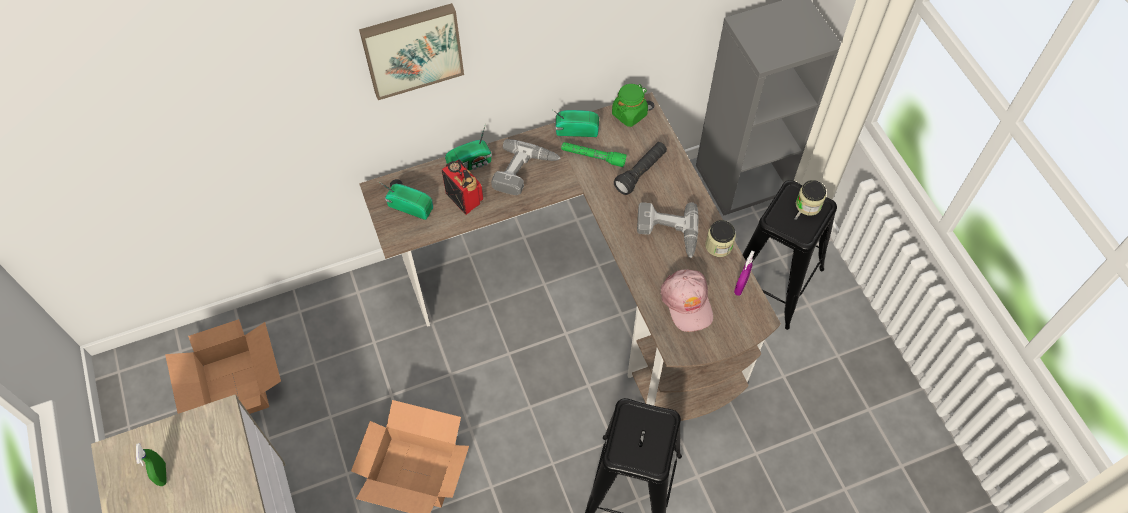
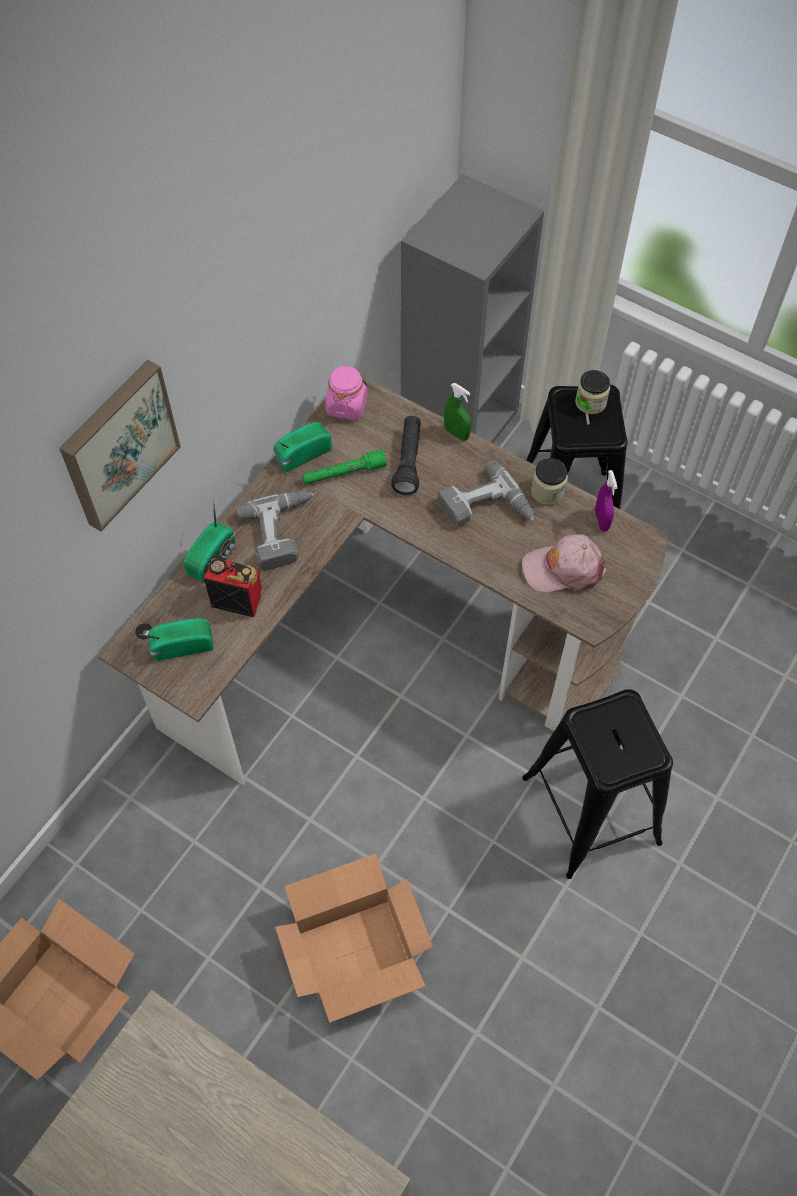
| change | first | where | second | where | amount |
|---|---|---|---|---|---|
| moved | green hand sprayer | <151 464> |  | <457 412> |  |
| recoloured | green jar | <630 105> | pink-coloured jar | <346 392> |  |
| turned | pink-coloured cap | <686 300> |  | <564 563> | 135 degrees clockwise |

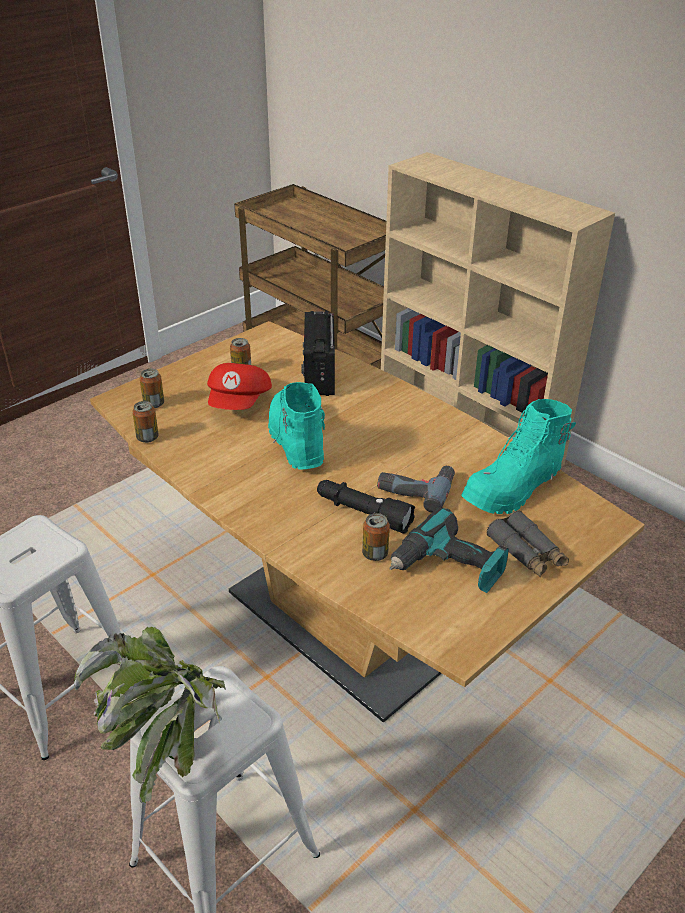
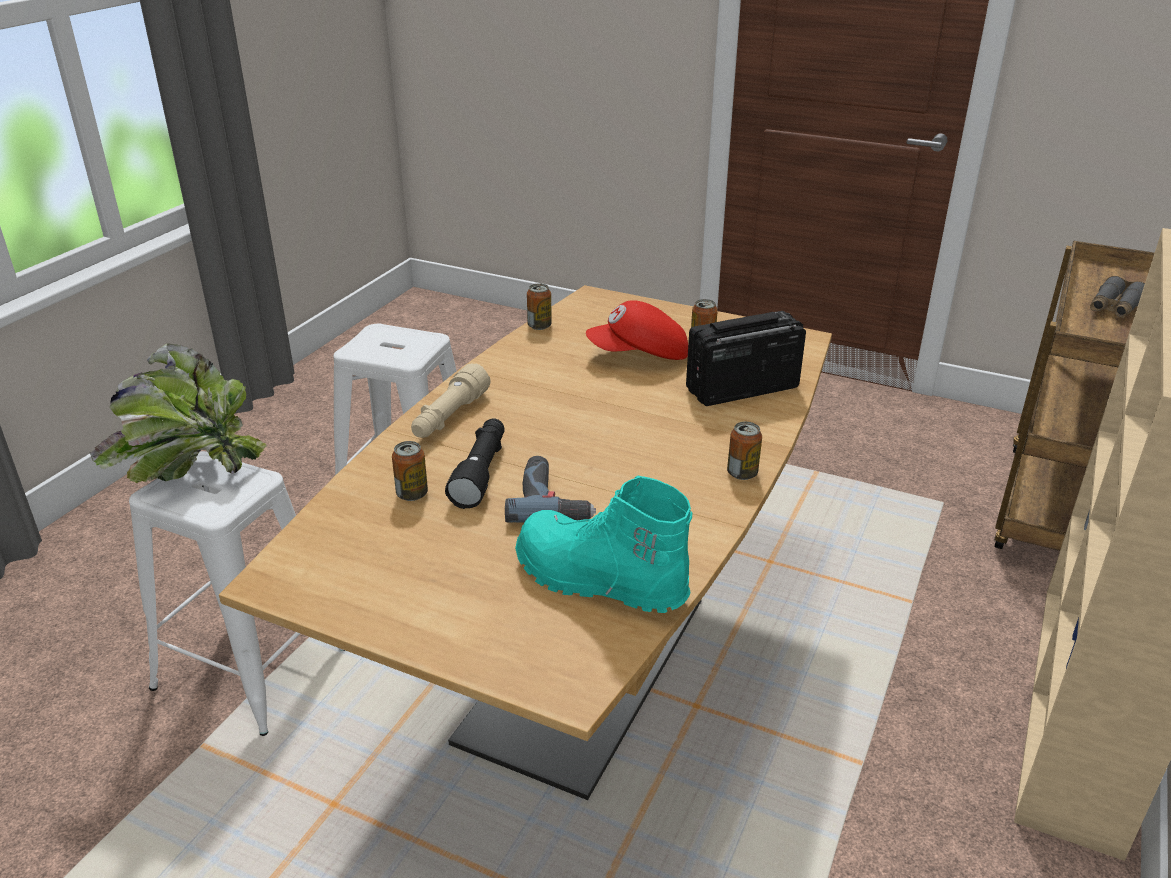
| change | first | where | second | where | amount |
|---|---|---|---|---|---|
| removed | turquoise-coloured tall boot | <296 425> |  |  |  |
| removed | power drill | <449 550> |  |  |  |
| added |  |  | sand-coloured torch | <451 401> |  |
| moved | can | <152 388> |  | <744 451> |  |
| moved | gray field glasses | <528 544> |  | <1117 297> |  |

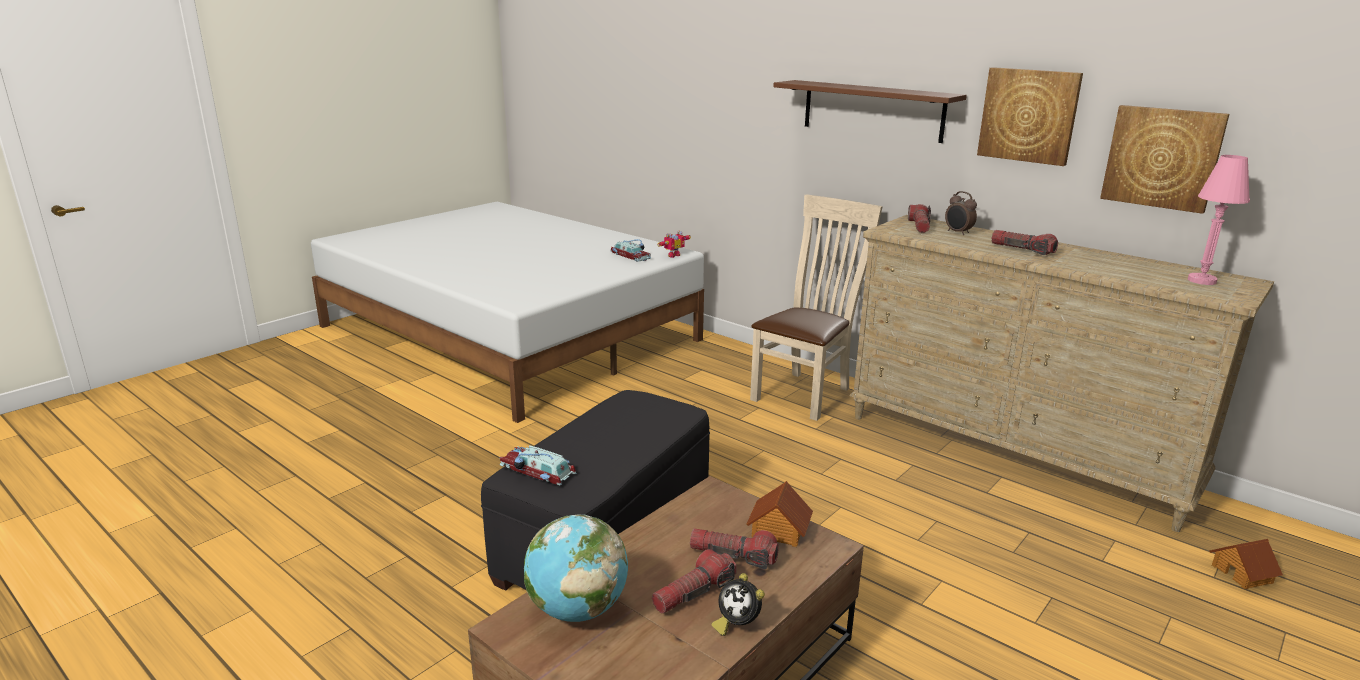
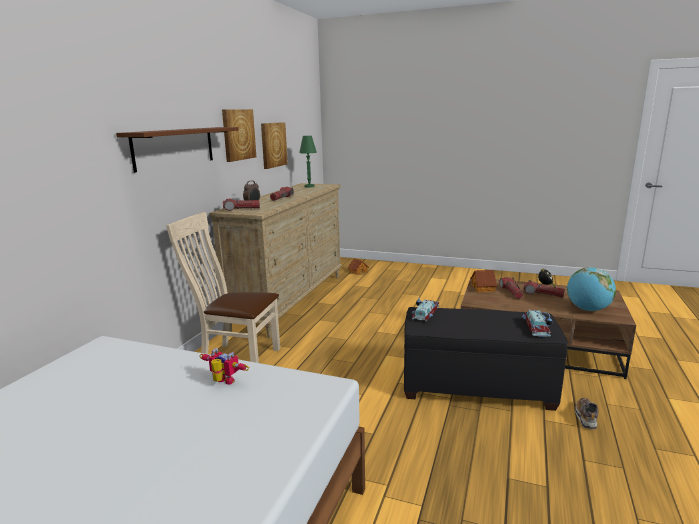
| change | first | where | second | where | amount |
|---|---|---|---|---|---|
| added |  |  | item of footwear | <586 413> |  |
| moved | toy car | <631 250> |  | <425 309> |  |
| moved | toy robot | <674 244> |  | <224 366> |  |
| recoloured | pink-coloured lamp for a table | <1219 220> | green lamp for a table | <308 161> |  |

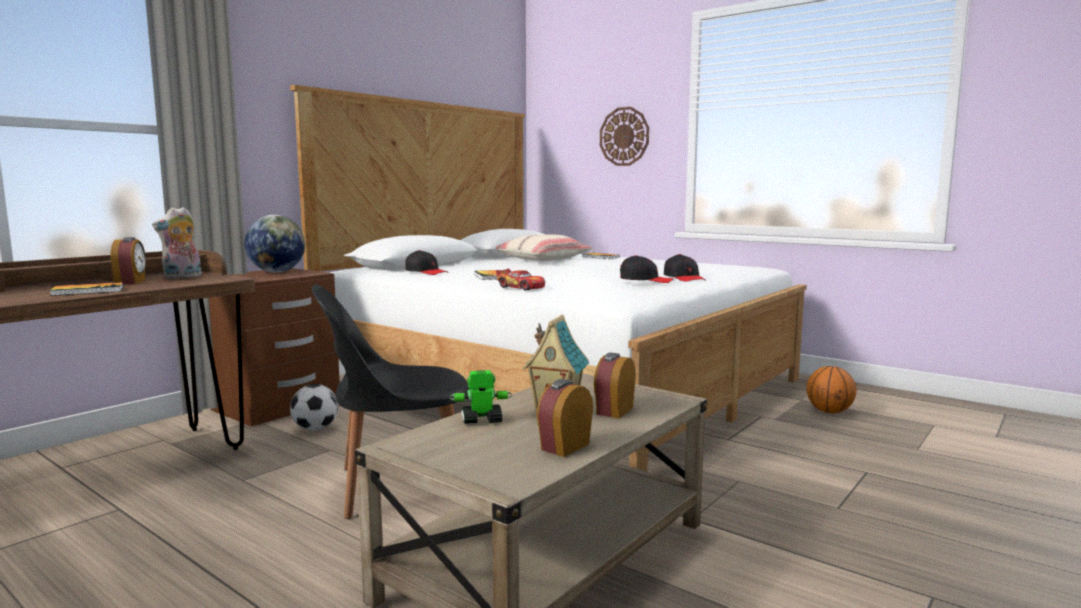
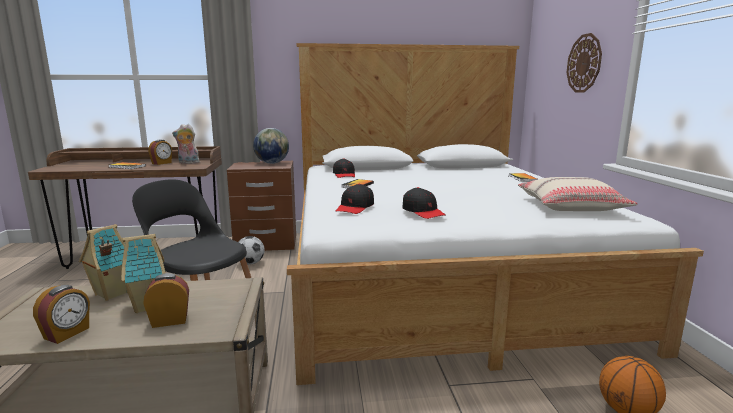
| change | first | where | second | where | amount |
|---|---|---|---|---|---|
| removed | toy car | <520 279> |  |  |  |
| moved | sand-coloured cushion | <544 247> |  | <578 194> |  |
| moved | black-coloured cap | <684 268> |  | <355 199> |  |
| replaced | toy robot | <480 397> | toy house | <103 262> |  |
| turned | alarm clock | <565 418> |  | <61 314> | 120 degrees clockwise |

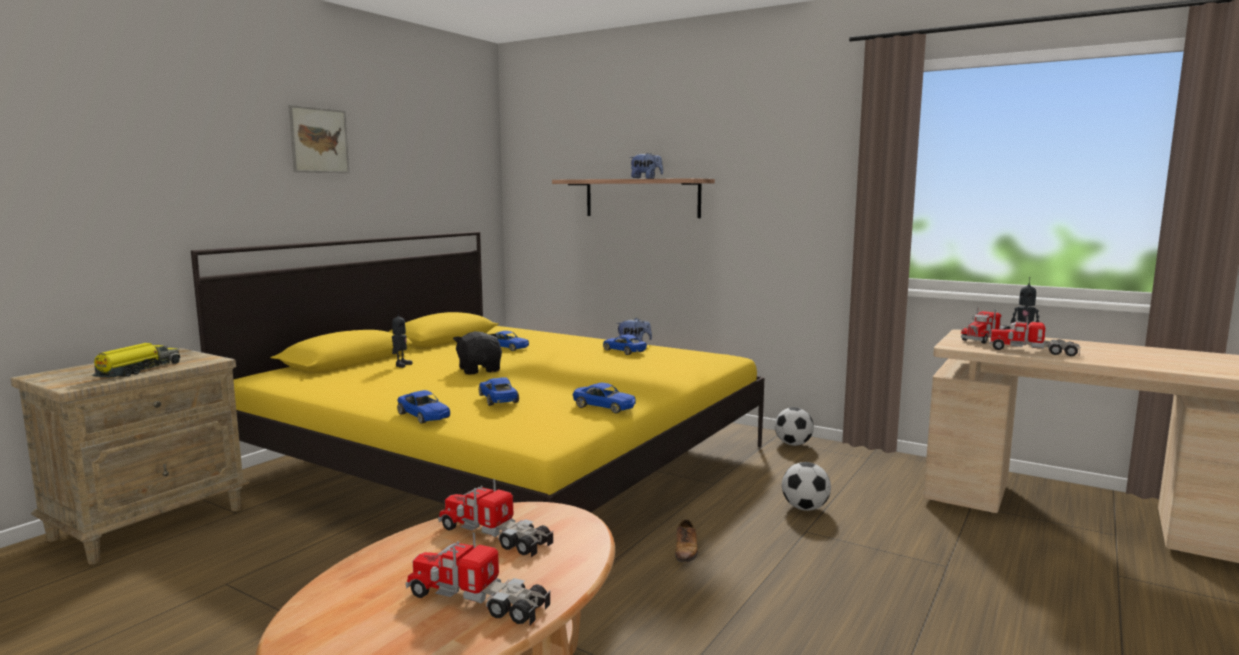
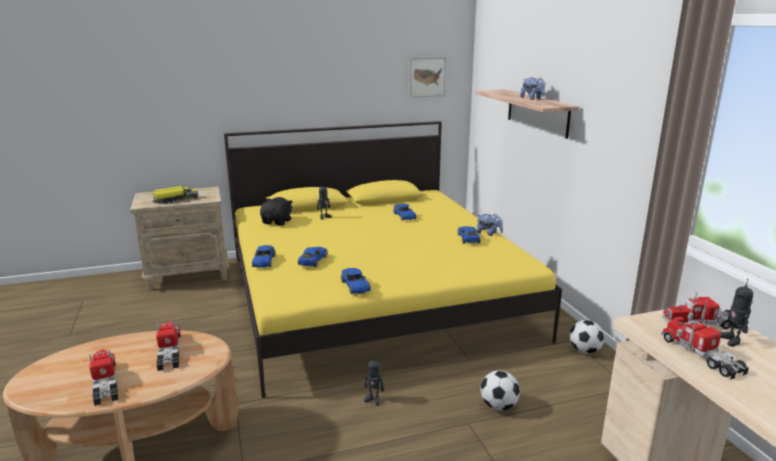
| change | first | where | second | where | amount |
|---|---|---|---|---|---|
| moved | wall art | <319 139> |  | <427 77> |  |
| moved | black-coloured cuddly toy | <477 353> |  | <276 211> |  |
| replaced | item of footwear | <686 541> | toy robot | <374 380> |  |

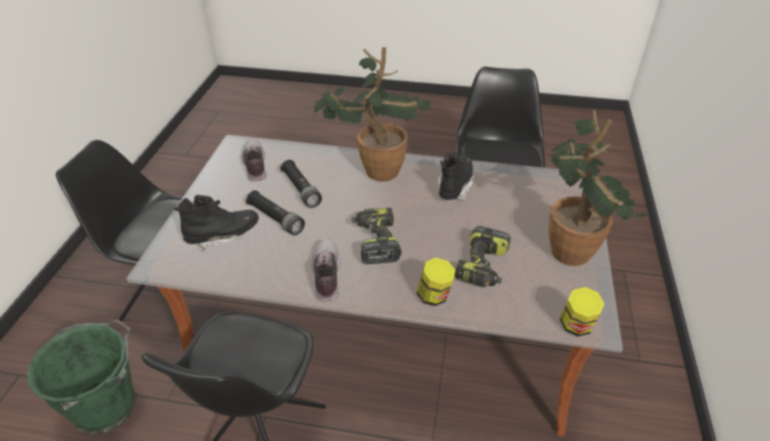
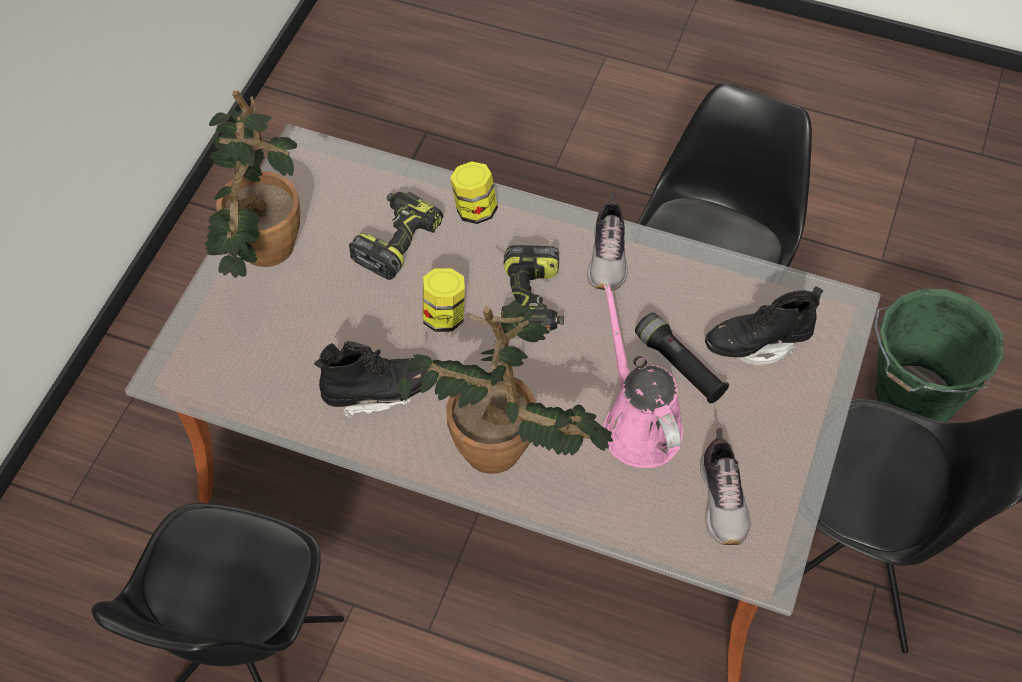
| change | first | where | second | where | amount |
|---|---|---|---|---|---|
| moved | jar | <582 311> |  | <444 300> |  |
| replaced | black-coloured torch | <301 184> | pink-coloured watering can | <643 375> |  |
| turned | black-coloured tall boot | <456 176> |  | <371 380> | 135 degrees counterclockwise |

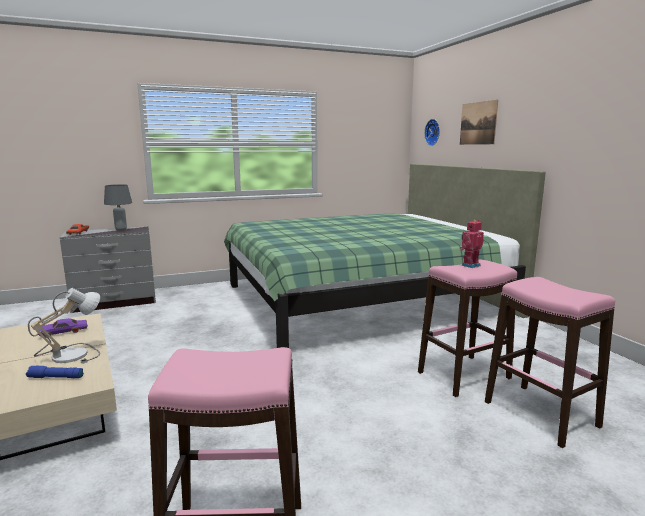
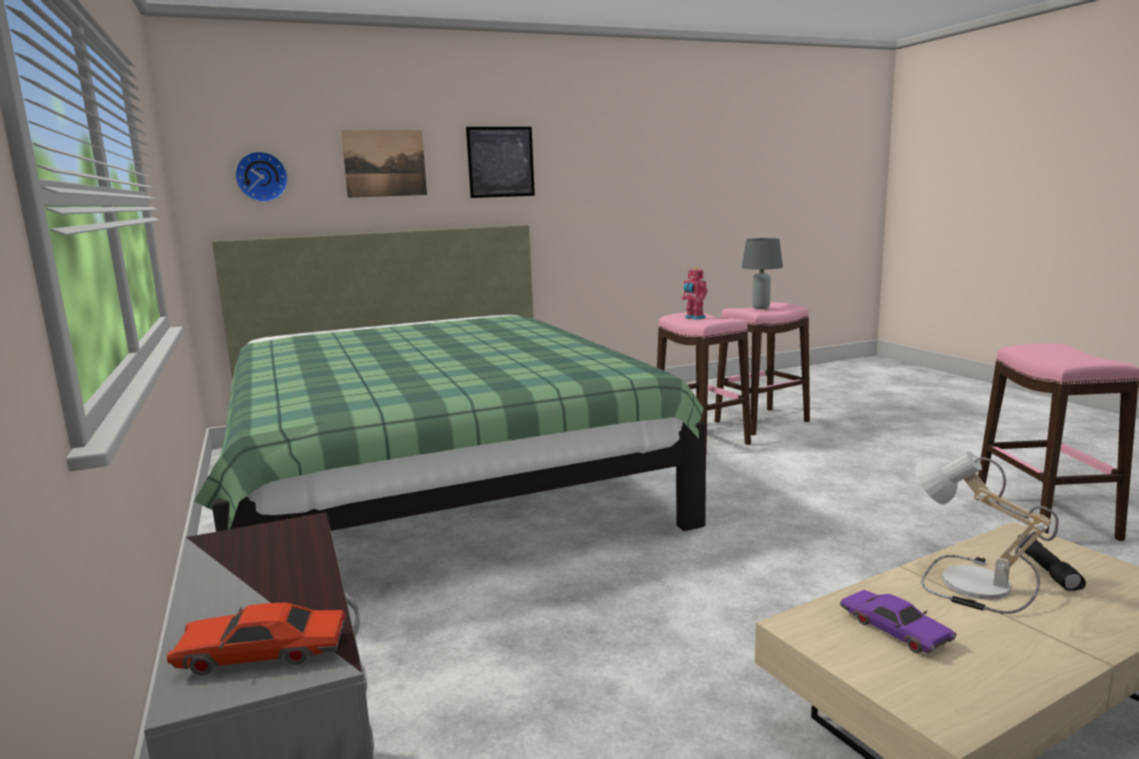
| change | first | where | second | where | amount |
|---|---|---|---|---|---|
| added |  |  | wall art | <500 162> |  |
| moved | gray lamp for a table | <118 207> |  | <762 273> |  |
| recoloured | bluish torch | <55 372> | black-coloured torch | <1051 562> |  |

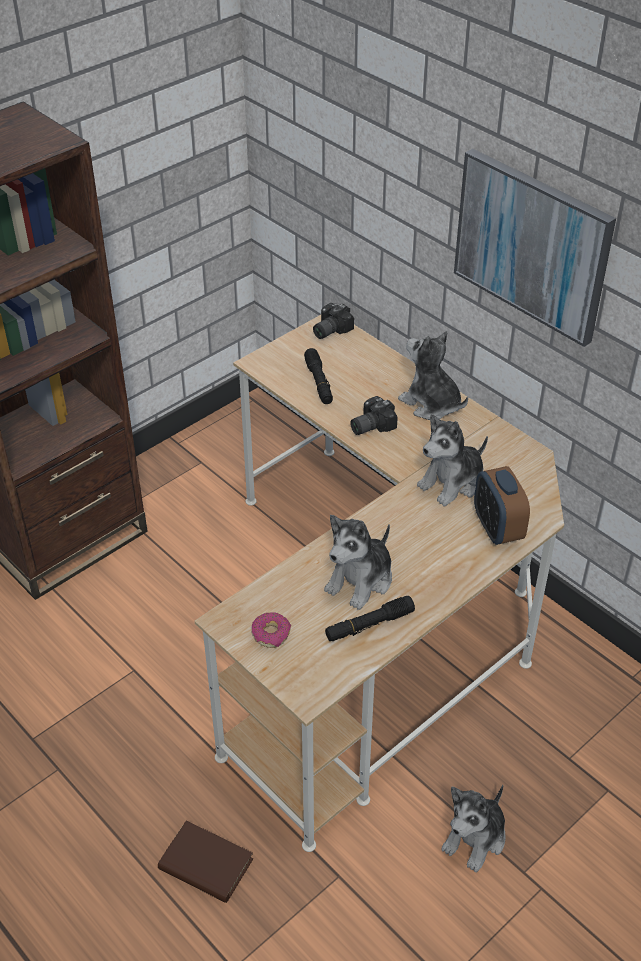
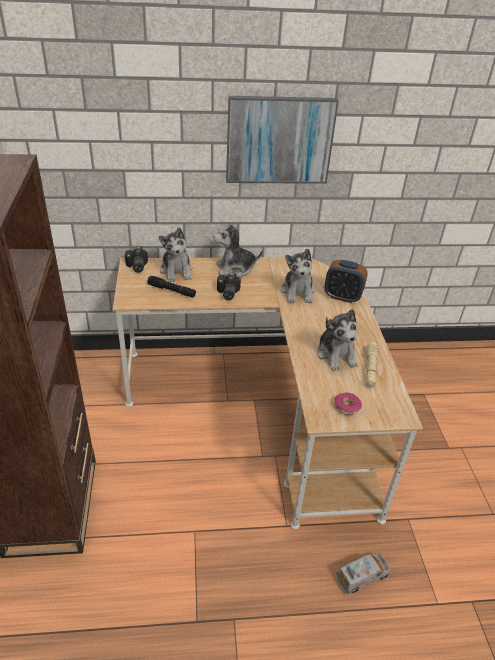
| change | first | where | second | where | amount |
|---|---|---|---|---|---|
| moved | cuddly toy | <473 828> |  | <176 254> |  |
| replaced | brown bound book | <205 862> | model truck | <363 574> |  |
| recoloured | black-coloured torch | <370 618> | sand-coloured torch | <372 365> |  |

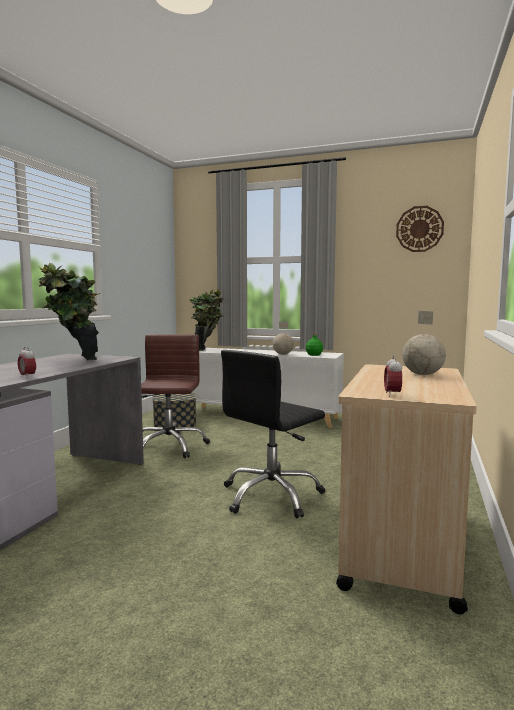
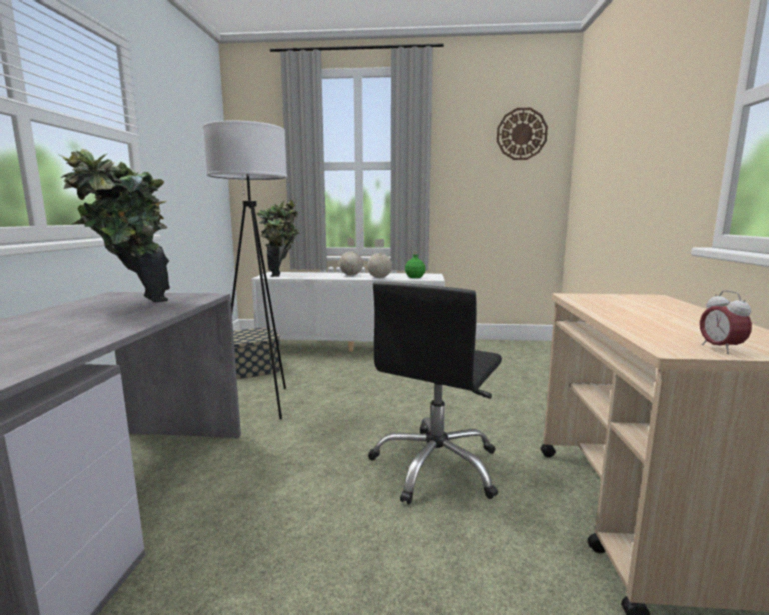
| change | first | where | second | where | amount |
|---|---|---|---|---|---|
| removed | alarm clock | <27 362> |  |  |  |
| moved | world globe | <424 343> |  | <351 257> |  |
| replaced | brown office chair | <175 396> | white standard lamp | <245 269> |  |

